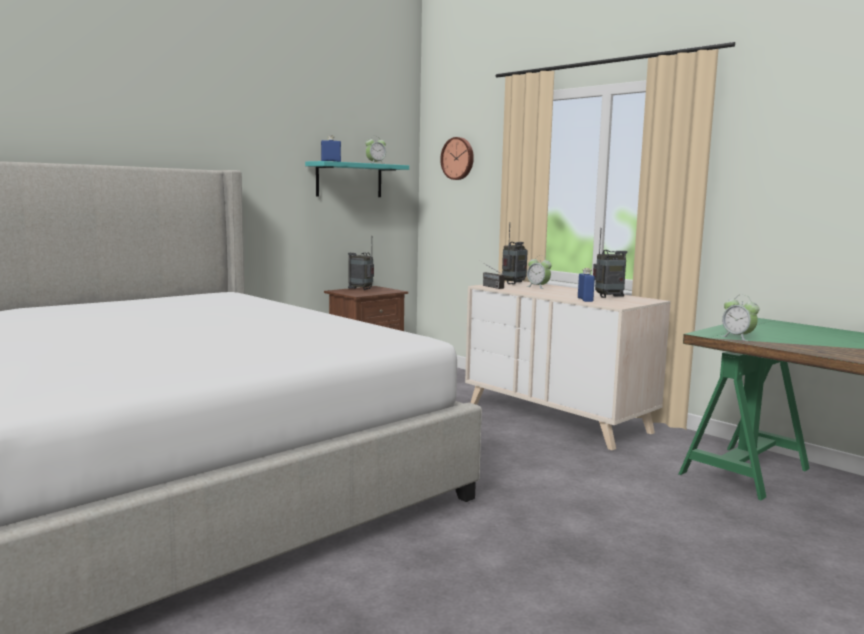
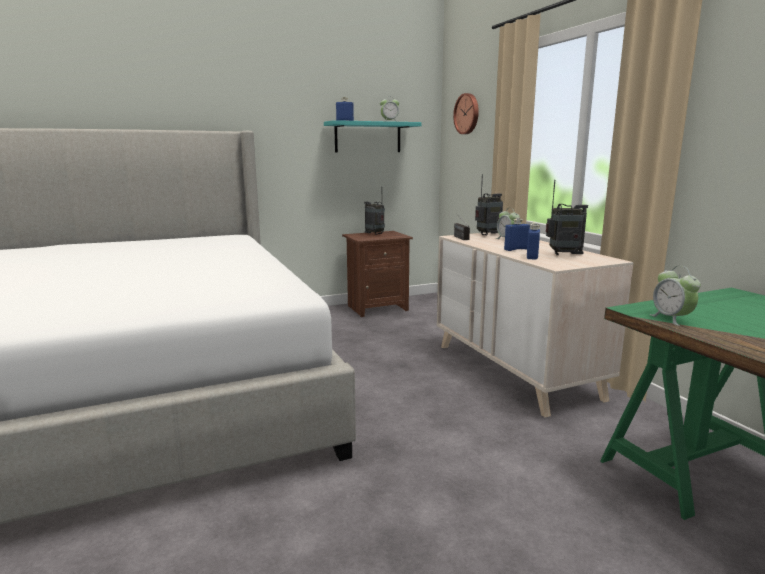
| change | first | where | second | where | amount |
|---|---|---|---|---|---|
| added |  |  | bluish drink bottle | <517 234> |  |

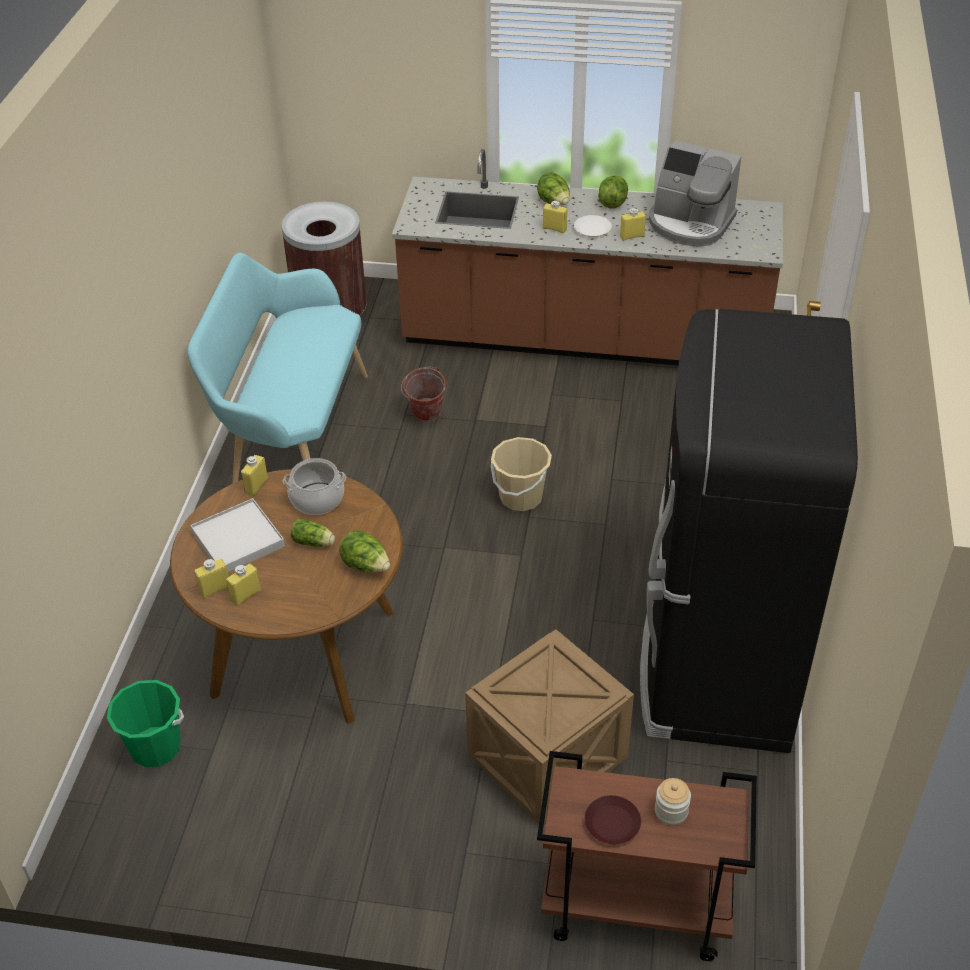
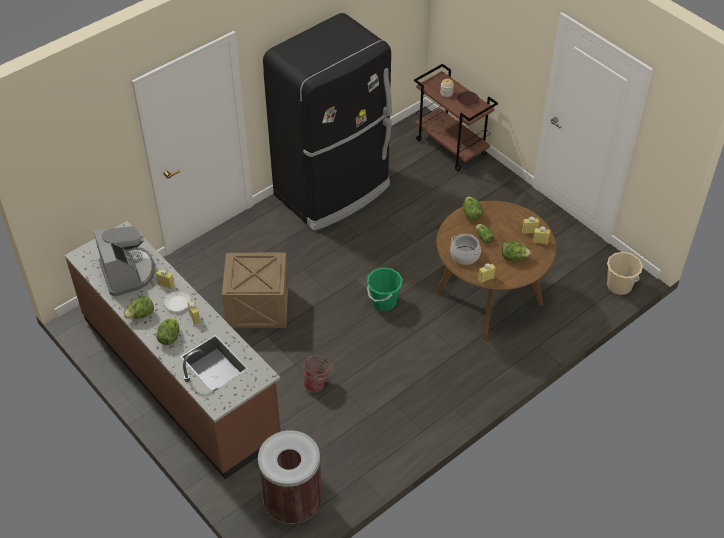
| change | first | where | second | where | amount |
|---|---|---|---|---|---|
| removed | turquoise-coloured long seat | <277 368> |  |  |  |
| moved | green pail | <145 723> |  | <385 289> |  |
| moved | packing crate | <549 726> |  | <255 290> |  |
| moved | sand-coloured pail | <521 474> |  | <625 273> |  |
| replaced | white tray | <237 535> | lettuce head | <516 251> |  |

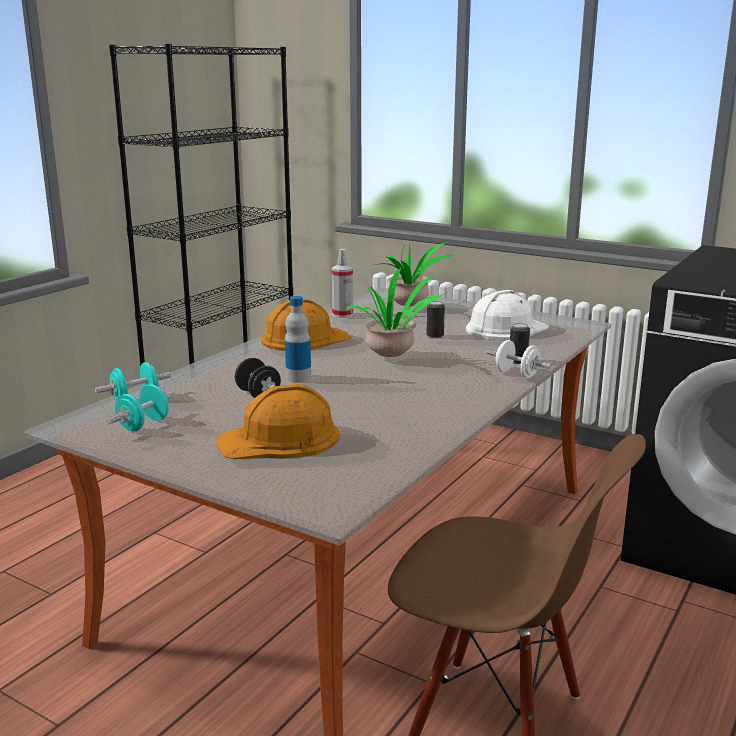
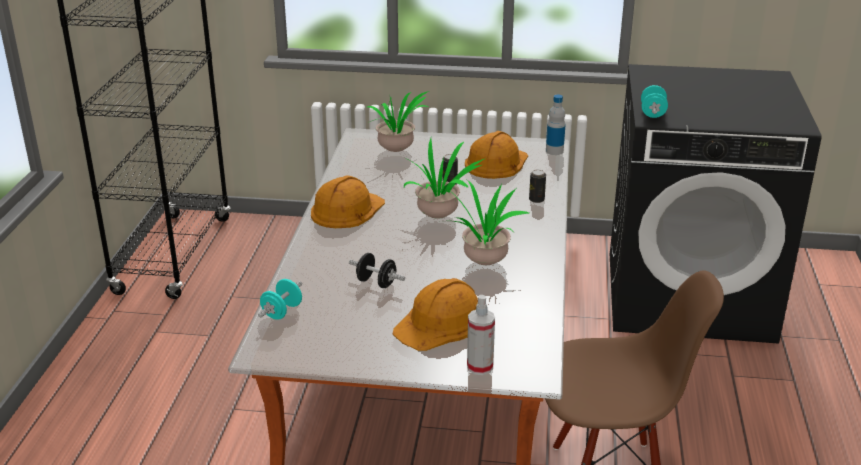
| change | first | where | second | where | amount |
|---|---|---|---|---|---|
| removed | white free weight | <519 359> |  |  |  |
| added |  |  | houseplant | <491 222> |  |
| moved | turquoise-coloured free weight | <140 408> |  | <654 101> |  |
| moved | drink bottle | <298 339> |  | <555 125> |  |
| moved | hand sprayer | <342 283> |  | <481 335> |  |
| recoloured | white safety helmet | <507 315> | orangey safety helmet | <496 155> |  |

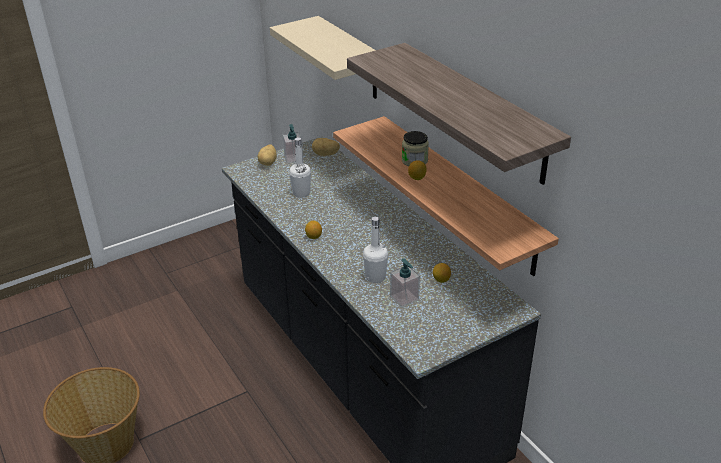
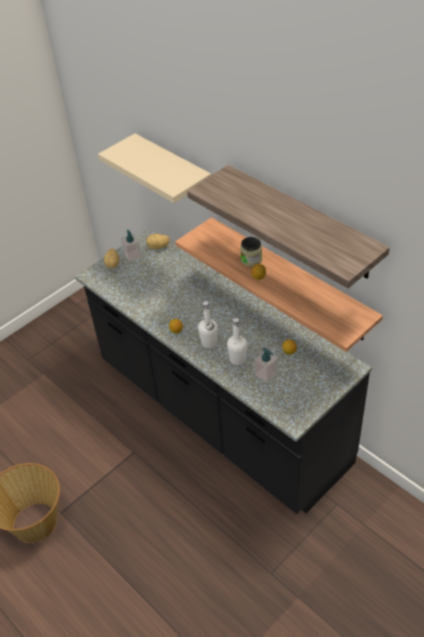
| change | first | where | second | where | amount |
|---|---|---|---|---|---|
| moved | white drink bottle | <300 168> |  | <208 324> |  |

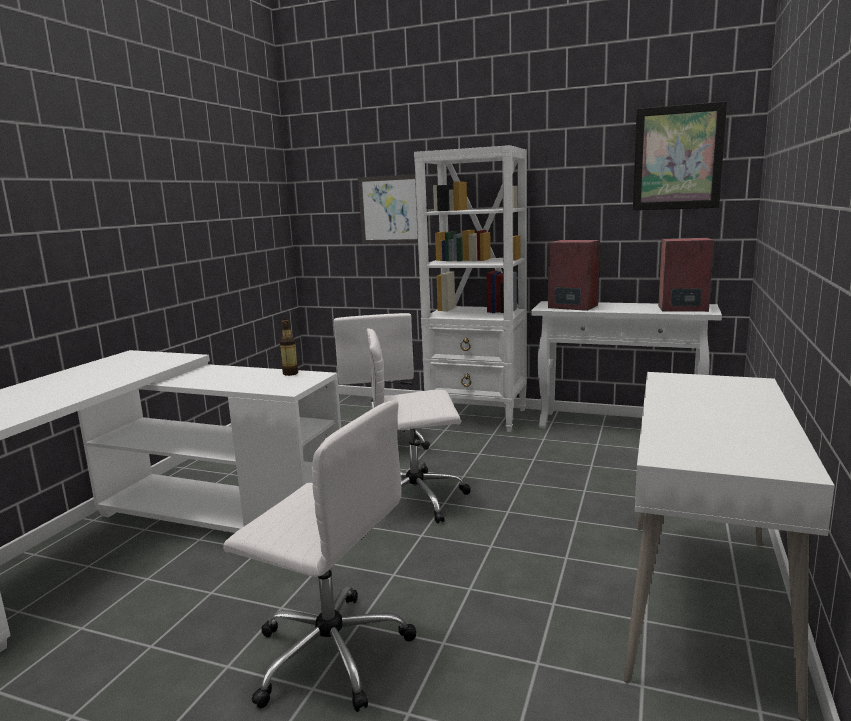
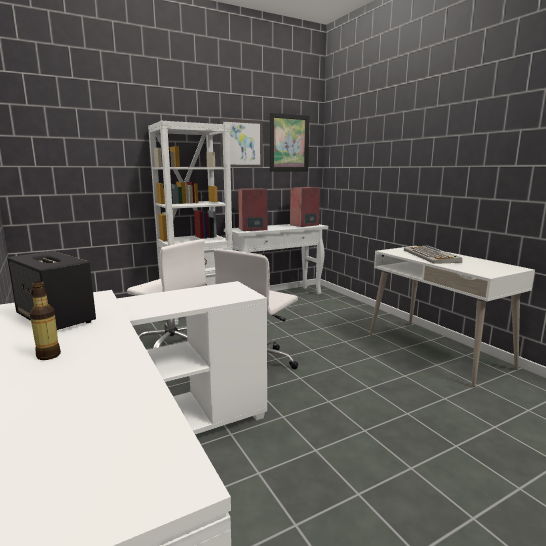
| change | first | where | second | where | amount |
|---|---|---|---|---|---|
| removed | white office chair | <320 556> |  |  |  |
| added |  |  | loudspeaker | <51 290> |  |
| added |  |  | computer keyboard | <433 254> |  |
| moved | drink bottle | <289 347> |  | <45 320> |  |
| moved | wall art | <388 209> |  | <241 142> |  |

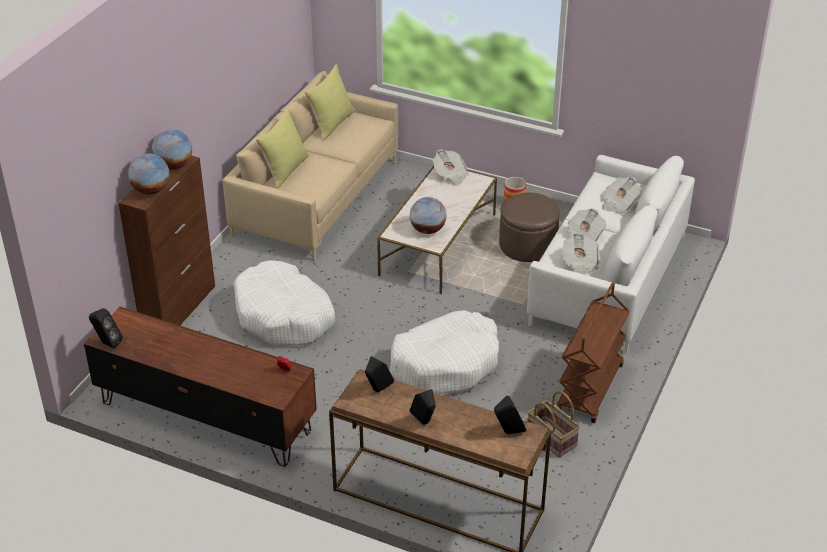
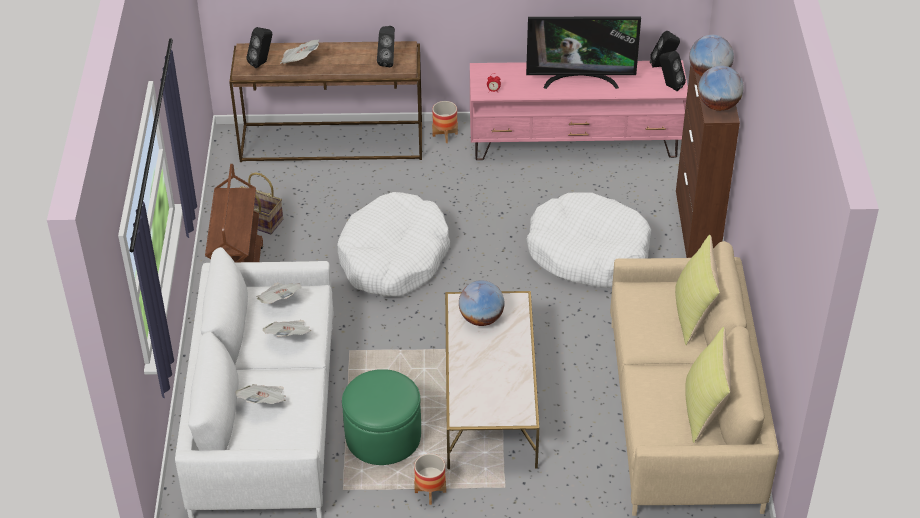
| change | first | where | second | where | amount |
|---|---|---|---|---|---|
| added |  |  | planter | <445 122> |  |
| added |  |  | TV | <583 52> |  |
| moved | black-coloured loudspeaker | <423 407> |  | <672 71> |  |
| moved | newspaper | <451 167> |  | <299 51> |  |
| recoloured | brown media console | <200 387> | pink-coloured media console | <579 110> |  |
| recoloured | brown ottoman | <529 227> | green ottoman | <381 417> |  |

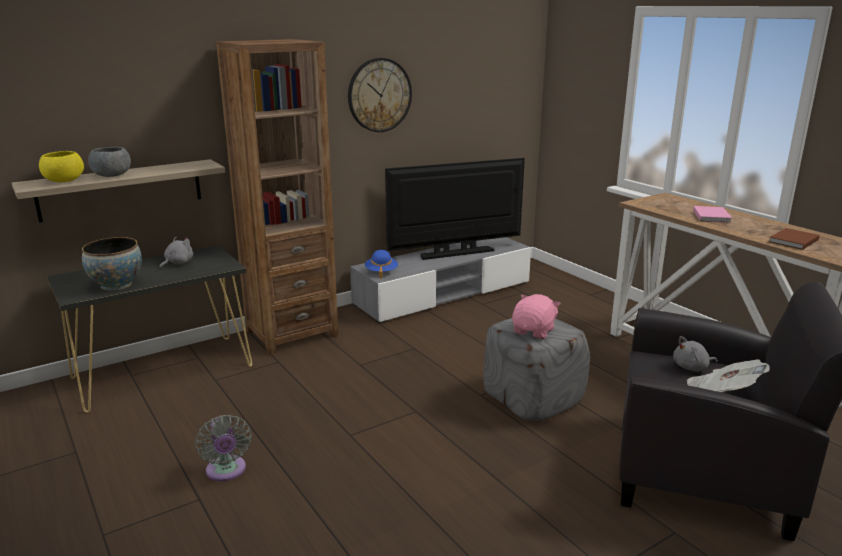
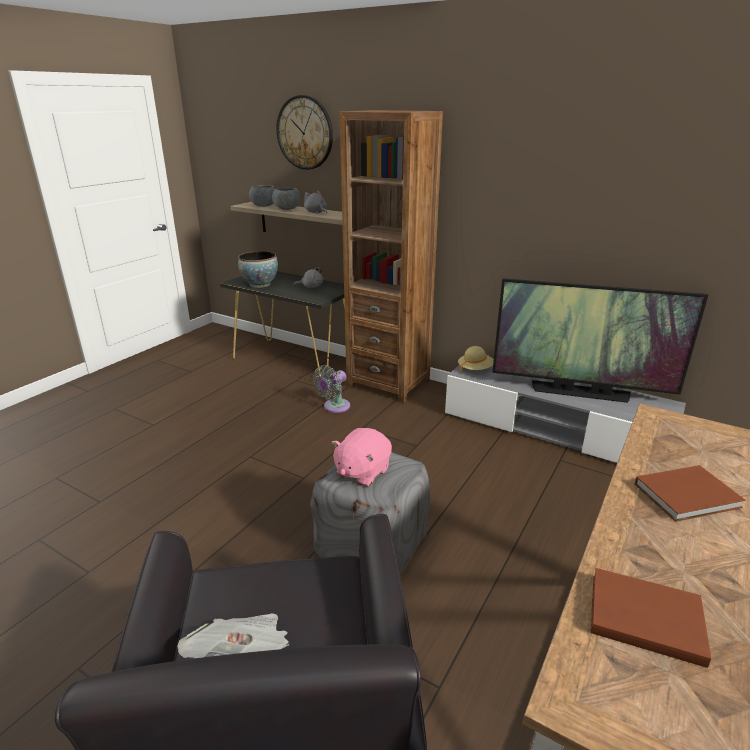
| change | first | where | second | where | amount |
|---|---|---|---|---|---|
| moved | gray electric fan | <223 448> |  | <331 389> |  |
| moved | clock on the wall | <380 95> |  | <304 132> |  |
| moved | gray cuddly toy | <695 354> |  | <315 202> |  |
| recoloured | yellow-coloured bowl | <61 166> | gray bowl | <262 196> |  |
| recoloured | bluish clothing hat | <381 264> | sand-coloured clothing hat | <476 359> |  |
| recoloured | pink-coloured bound book | <712 214> | brown bound book | <690 493> |  |
| turned | TV | <455 209> |  | <600 340> | 150 degrees clockwise |
| turned | pink-coloured cuddly toy | <536 316> |  | <362 457> | 120 degrees clockwise |

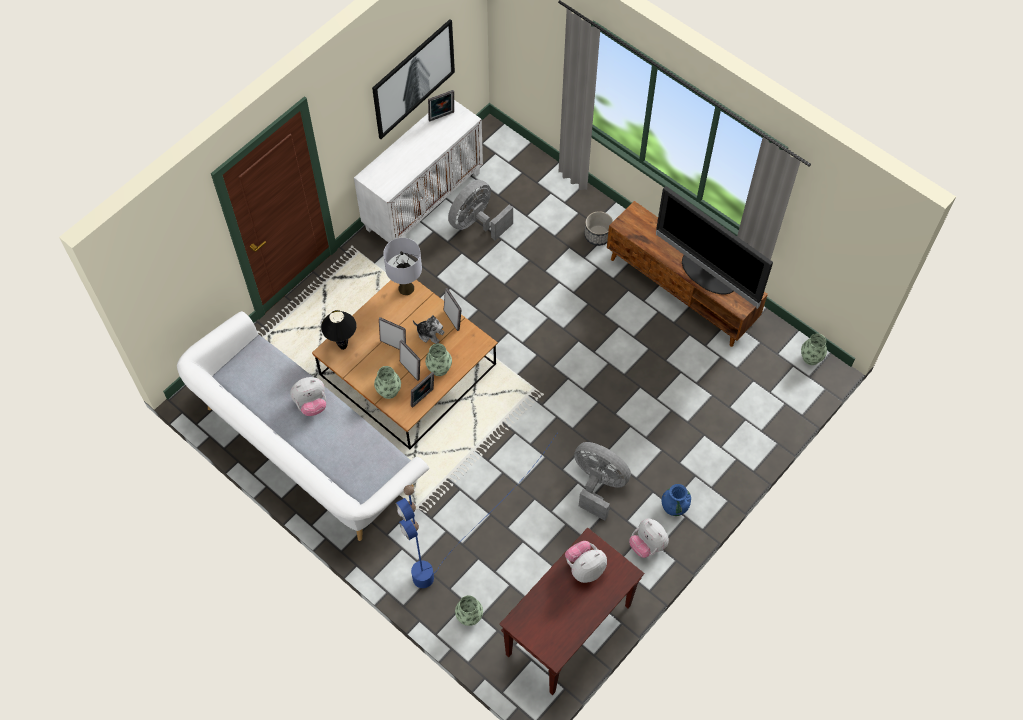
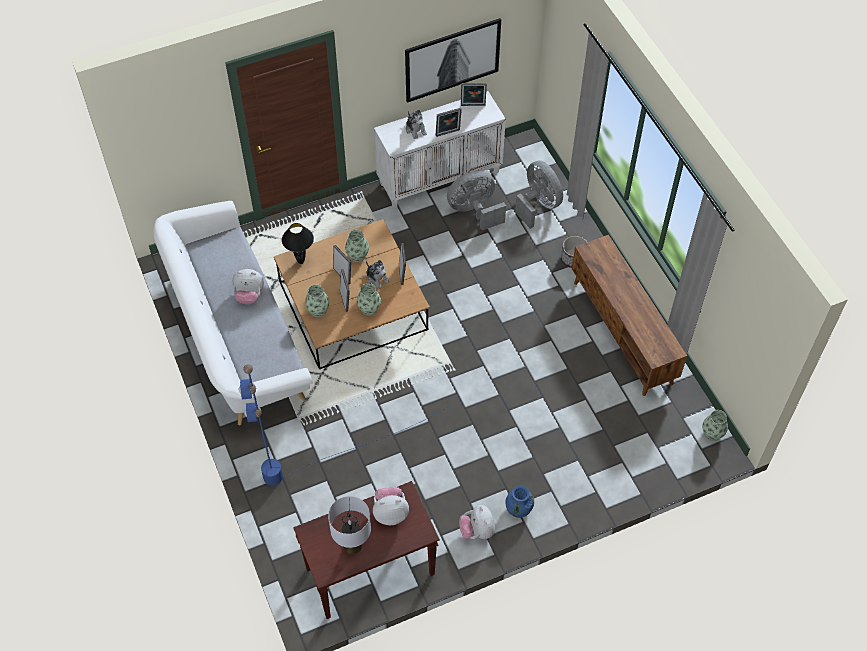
| change | first | where | second | where | amount |
|---|---|---|---|---|---|
| removed | TV | <714 247> |  |  |  |
| added |  |  | cuddly toy | <416 124> |  |
| moved | gray lamp for a table | <402 266> |  | <349 525> |  |
| moved | photo frame | <422 390> |  | <449 122> |  |
| moved | decorative vase | <469 610> |  | <357 246> |  |
| moved | gray electric fan | <602 481> |  | <539 194> |  |

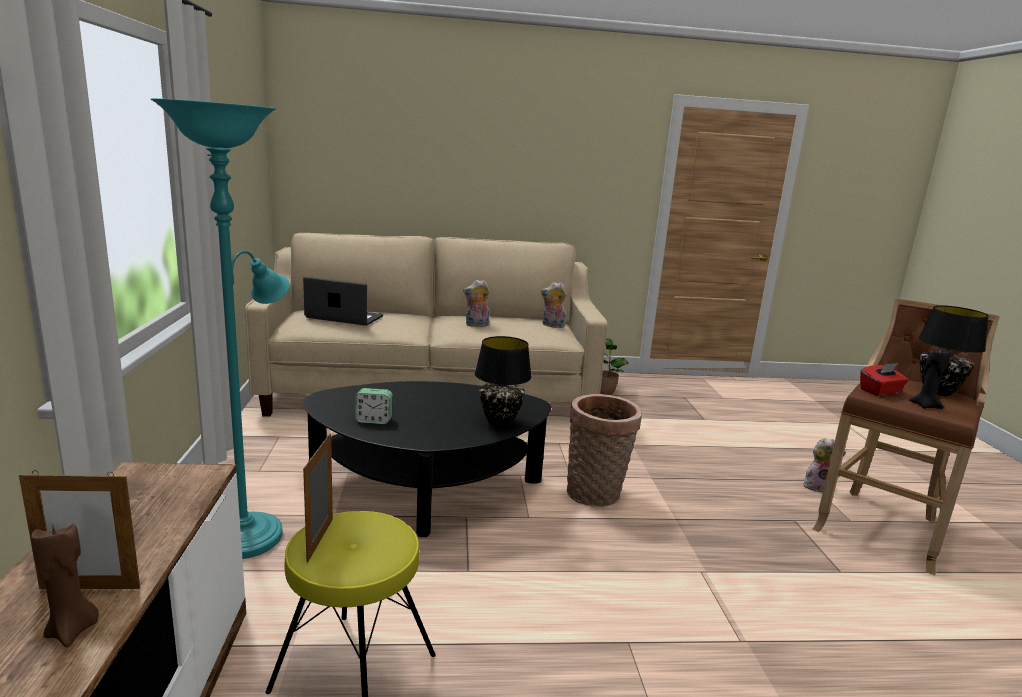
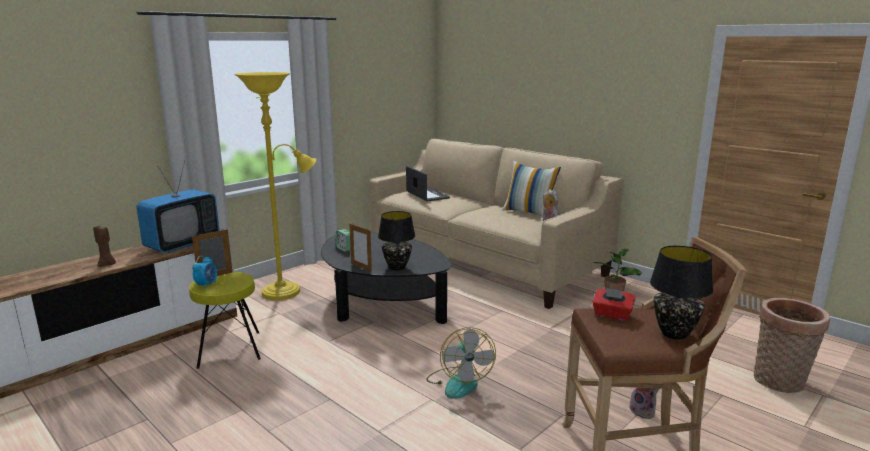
| change | first | where | second | where | amount |
|---|---|---|---|---|---|
| removed | cuddly toy | <476 303> |  |  |  |
| removed | black-coloured candle | <930 379> |  |  |  |
| added |  |  | TV | <178 207> |  |
| added |  |  | alarm clock | <204 272> |  |
| added |  |  | electric fan | <461 363> |  |
| added |  |  | cushion | <531 189> |  |
| moved | photo frame | <79 529> |  | <360 248> |  |
| moved | storage basket | <604 450> |  | <791 345> |  |
| recoloured | turquoise-coloured standard lamp | <220 328> | yellow-coloured standard lamp | <275 186> |  |

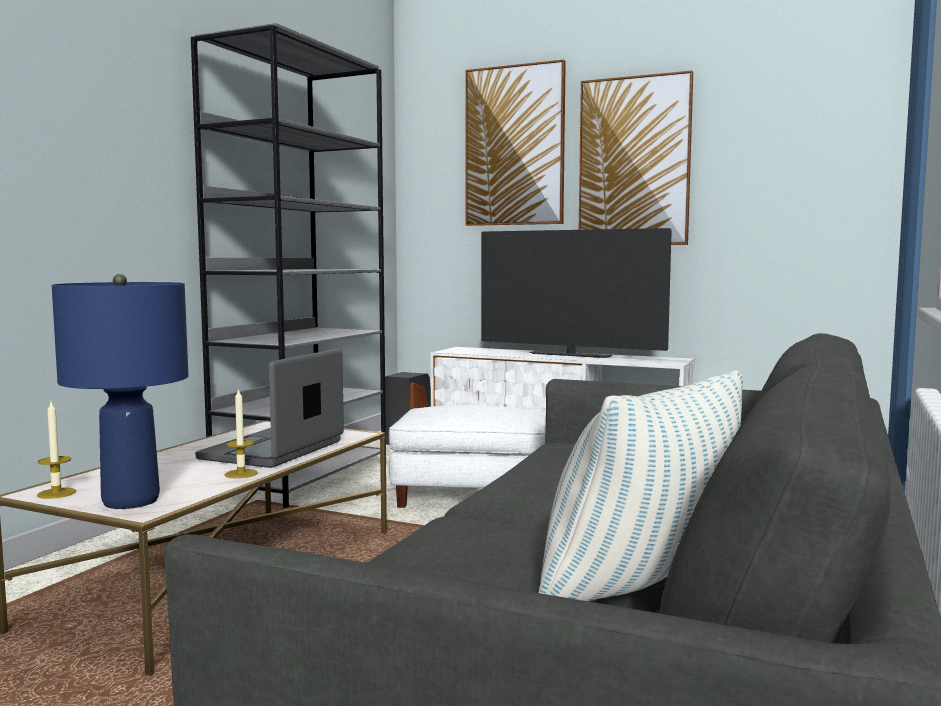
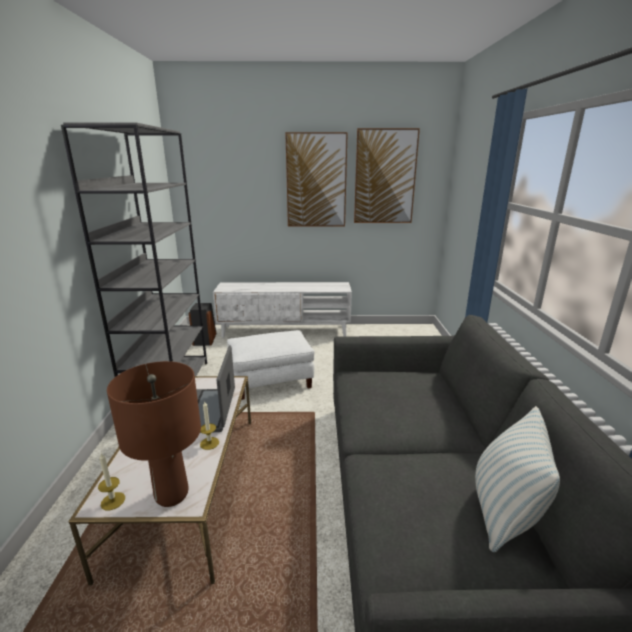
| change | first | where | second | where | amount |
|---|---|---|---|---|---|
| removed | TV | <576 293> |  |  |  |
| moved | wall art | <515 142> |  | <387 175> |  |
| recoloured | bluish lamp for a table | <120 391> | brown lamp for a table | <154 434> |  |

